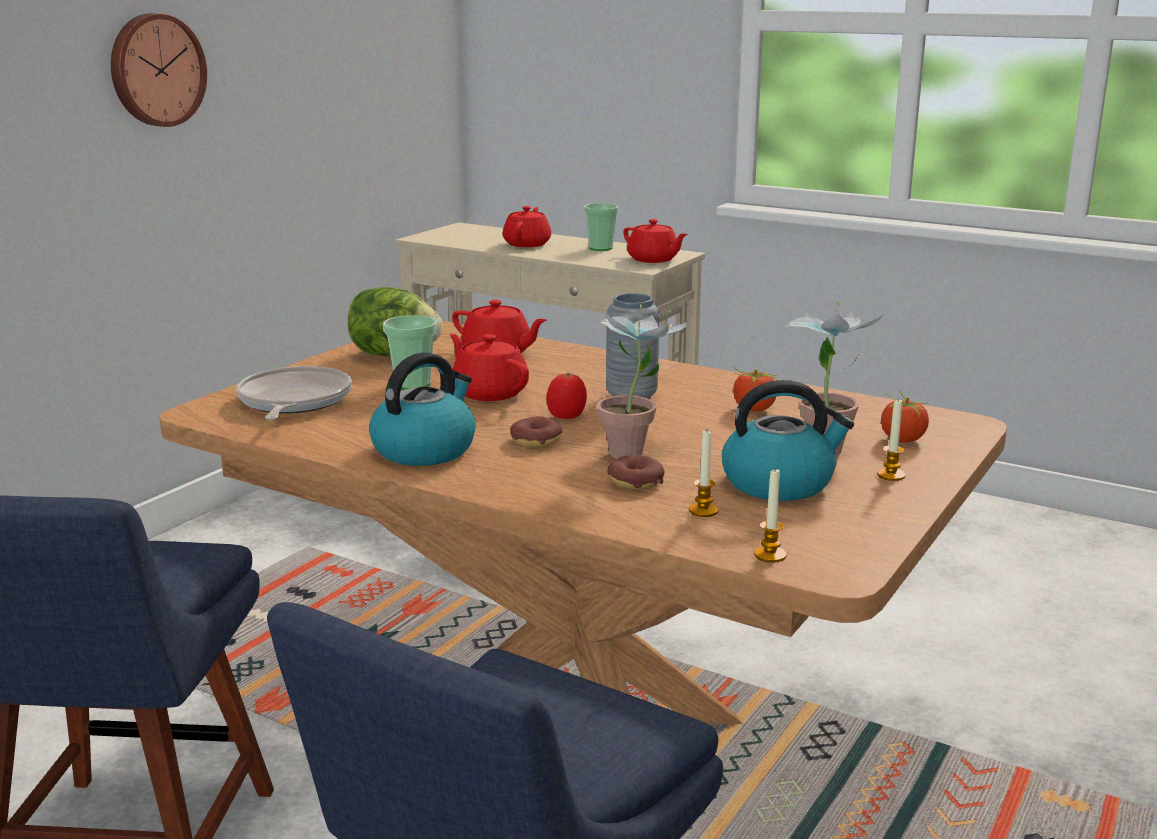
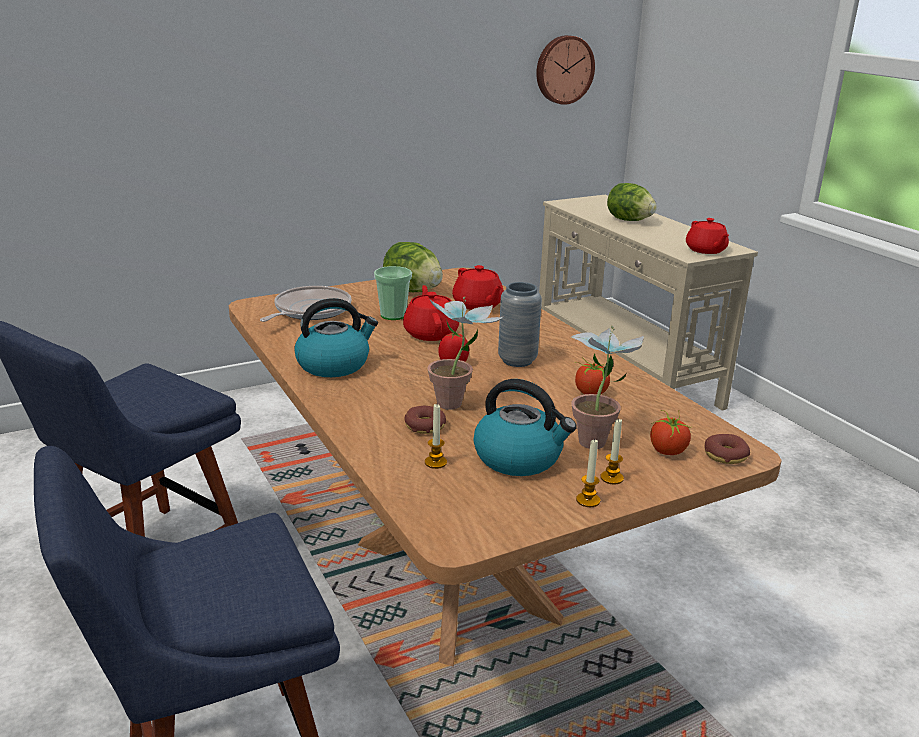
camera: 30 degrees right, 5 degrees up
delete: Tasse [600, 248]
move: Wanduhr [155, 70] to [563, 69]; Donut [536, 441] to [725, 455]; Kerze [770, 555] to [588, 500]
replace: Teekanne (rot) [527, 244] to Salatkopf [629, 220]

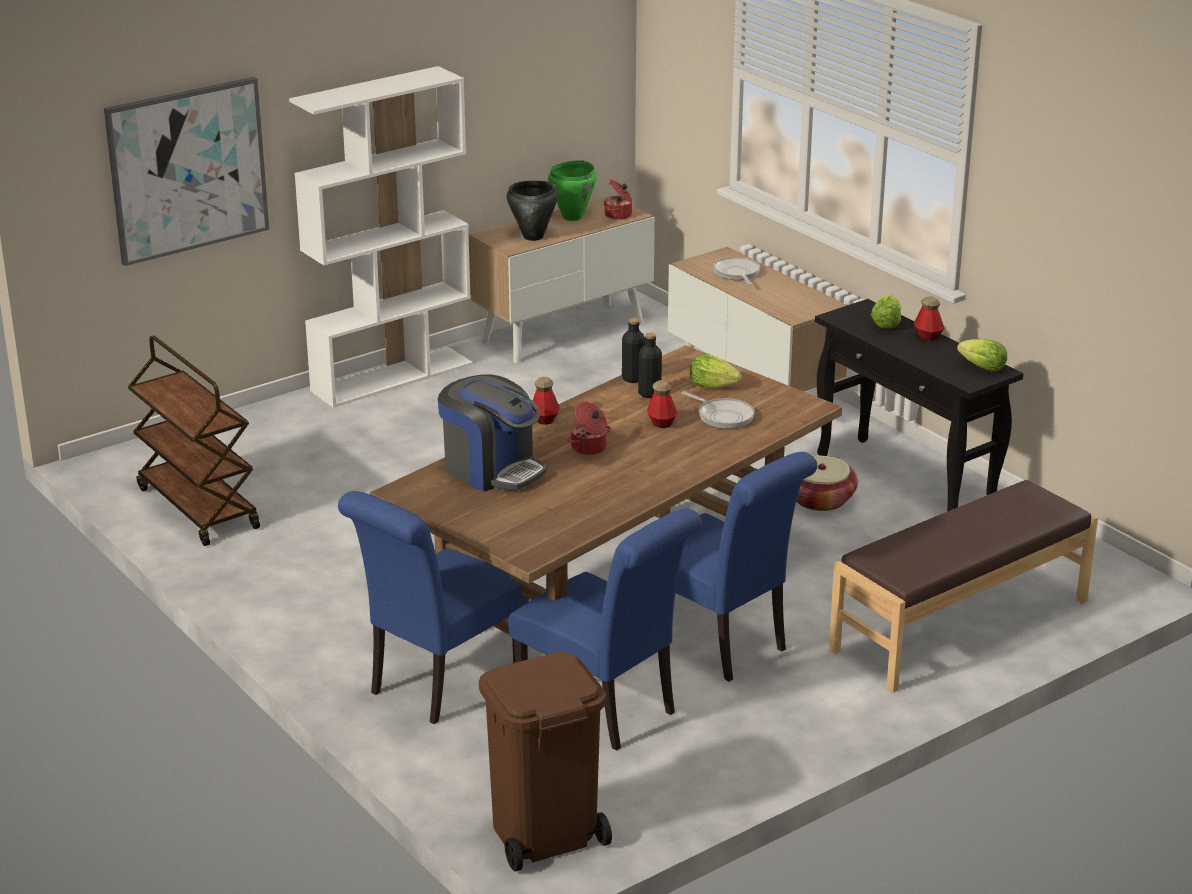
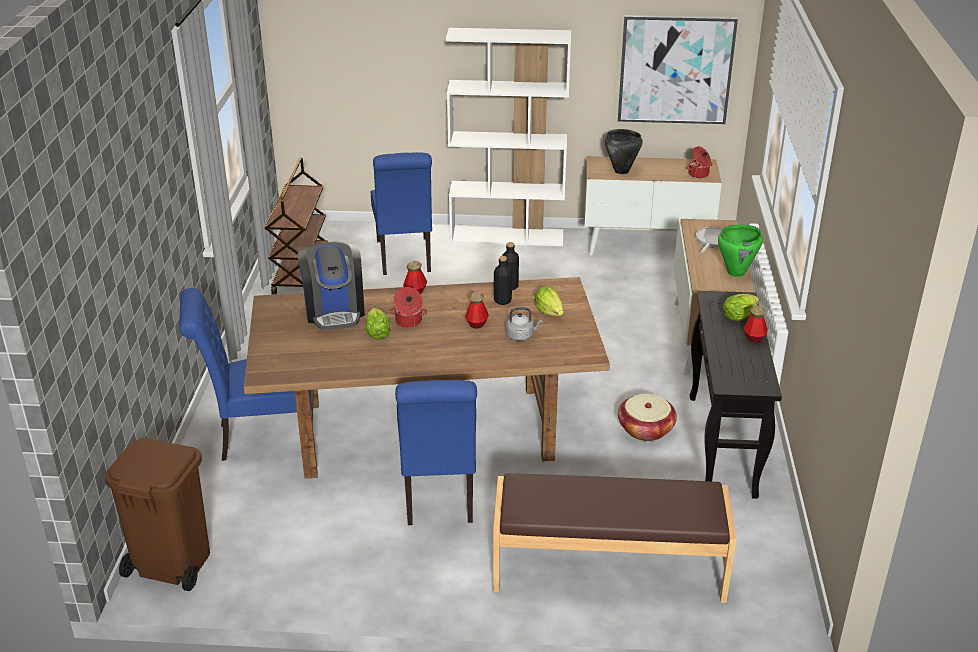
camera: 40 degrees right, 5 degrees up
move: Bild [187, 170] to [675, 69]; Stuhl (blau) [605, 709] to [404, 258]; Kochtopf (grün) [573, 217] to [736, 272]; Salatkopf [982, 368] to [377, 333]
replace: Pfanne [723, 416] to Wasserkessel (grau) [521, 336]

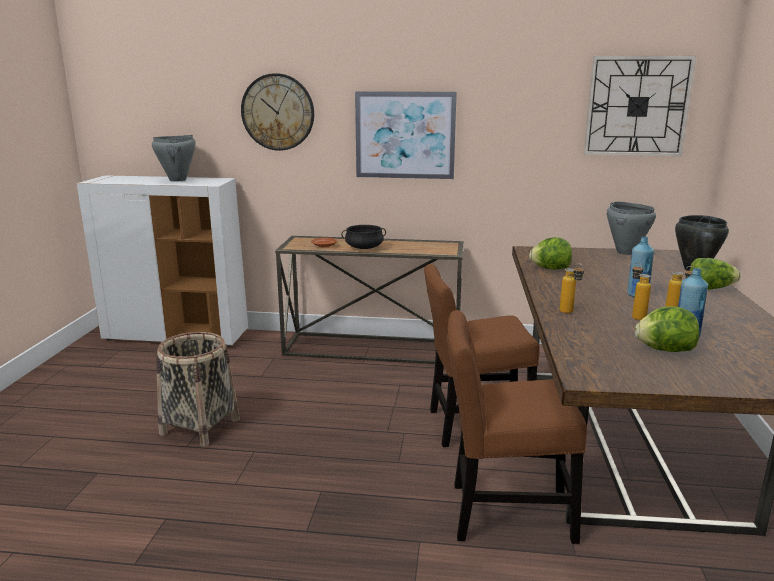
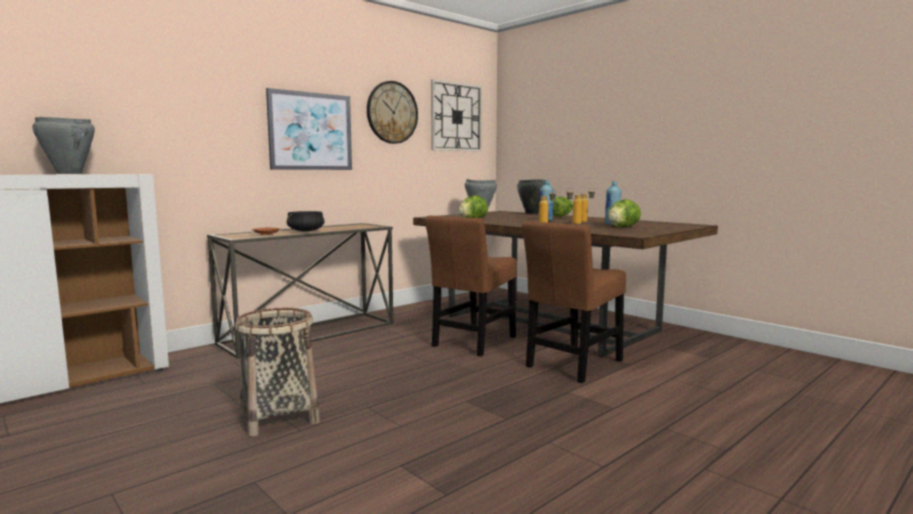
camera: 50 degrees left, 10 degrees down
move: Wanduhr [278, 112] to [392, 112]

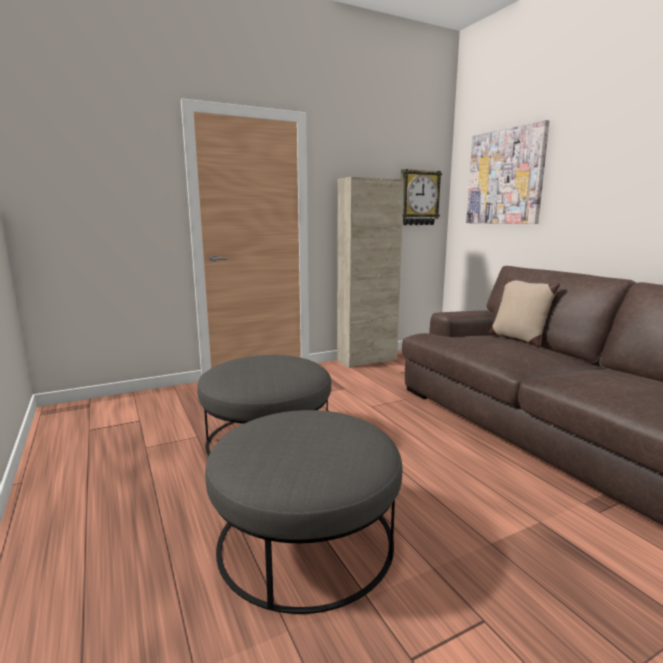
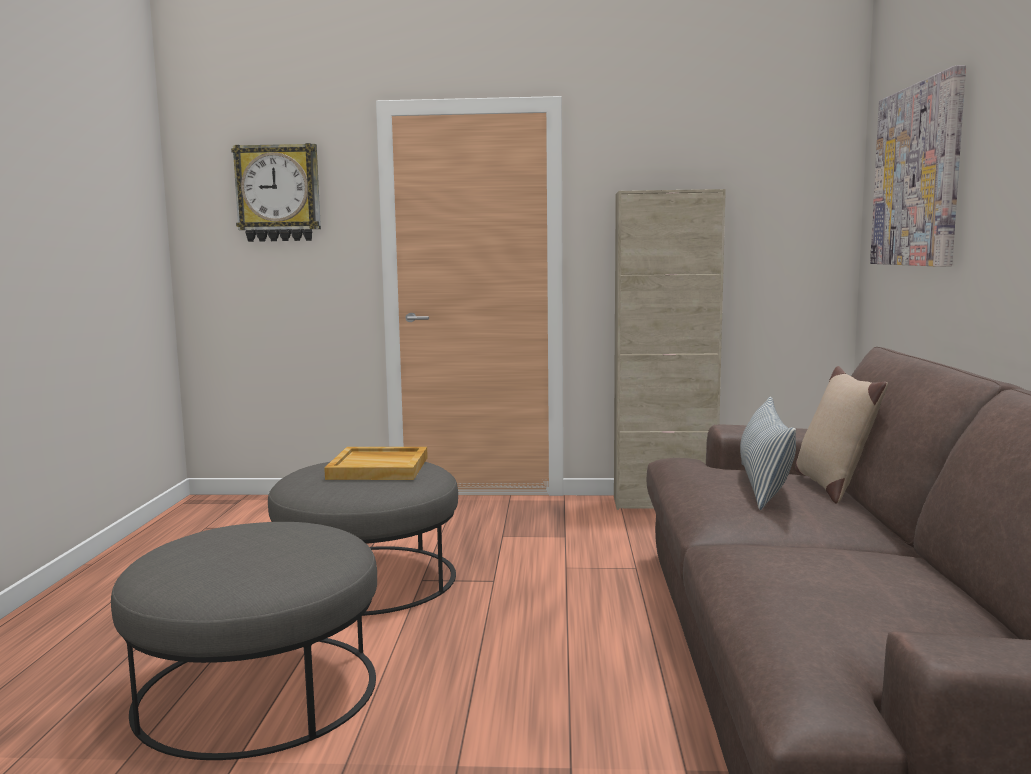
camera: 30 degrees right, 5 degrees down
insert: Tablett (beige) [379, 468]; Kissen [763, 485]
move: Wanduhr [418, 198] to [278, 193]

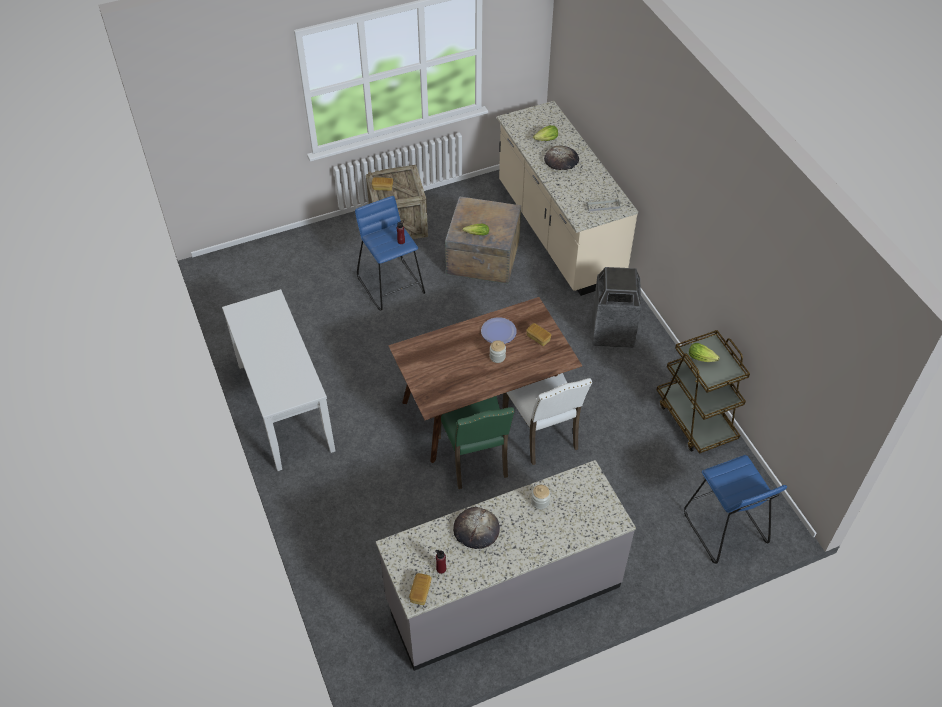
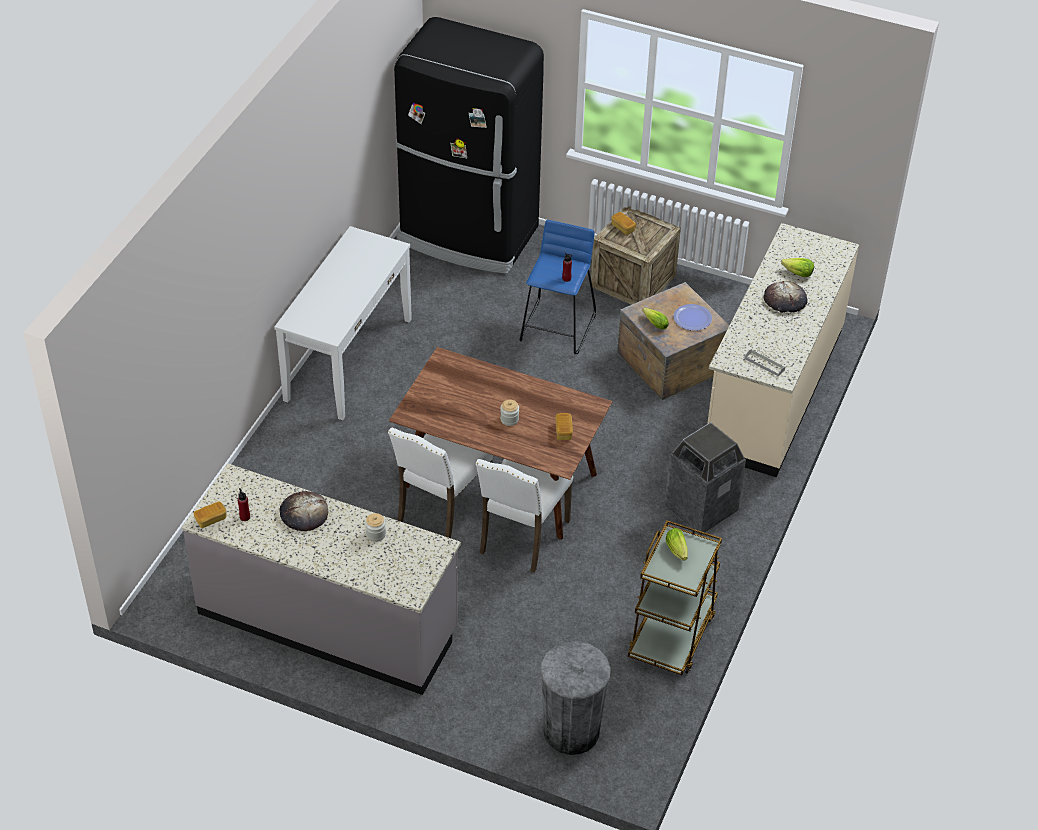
camera: 45 degrees right, 5 degrees down
insert: Kühlschrank (schwarz) [468, 236]
move: Teller [498, 332] to [692, 318]
replace: Hocker (blau) [724, 528] to Mülleimer (grau) [571, 731]
recolor: Stuhl (grün) [474, 457] to Stuhl (weiß) [441, 510]

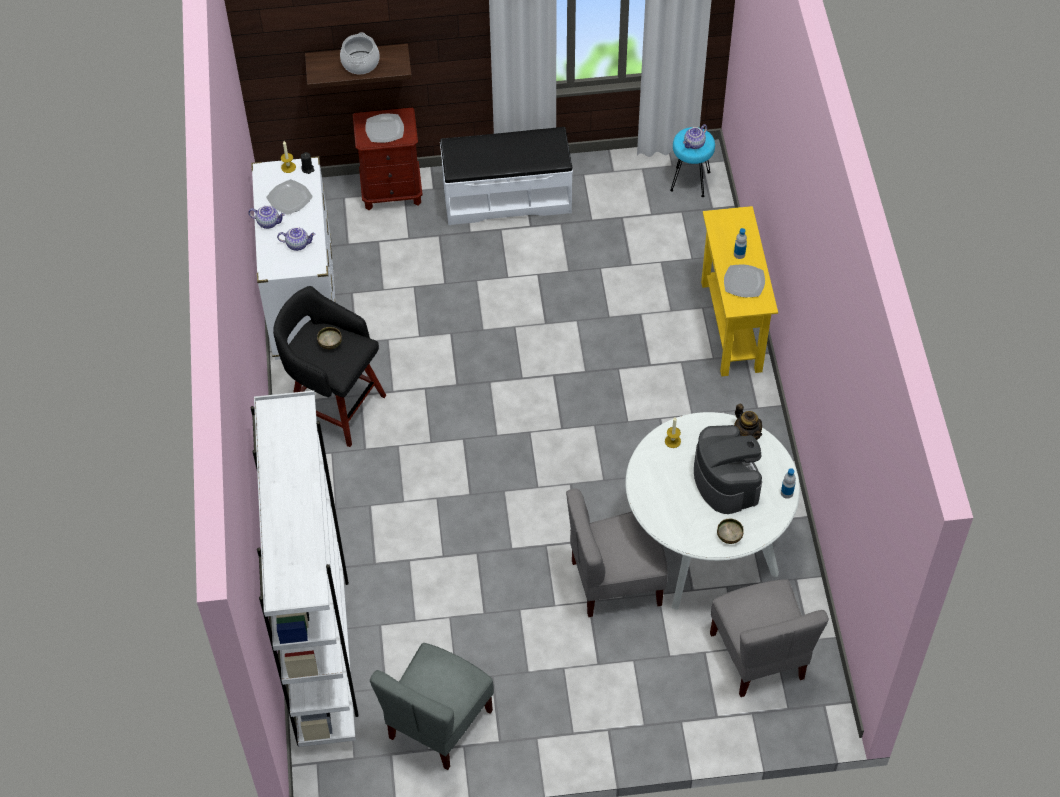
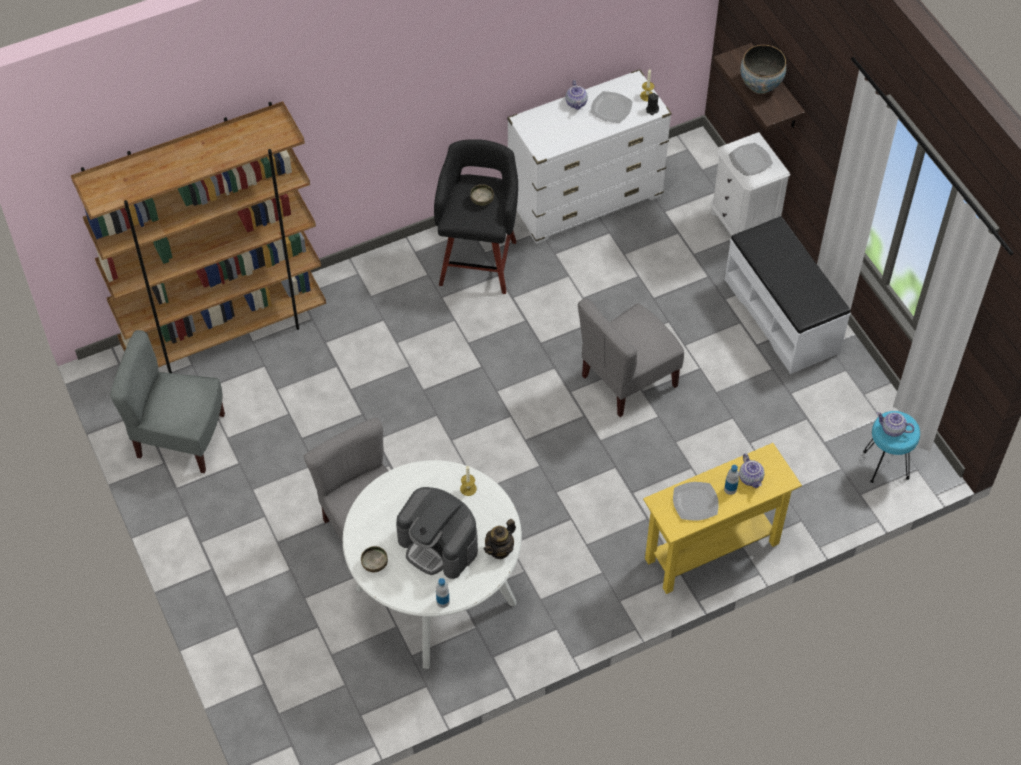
camera: 70 degrees right, 0 degrees up
move: Teekanne [298, 244] to [751, 478]; Stuhl (grau) [759, 656] to [627, 380]
replace: Kochtopf [360, 63] to Schüssel [760, 85]
recolor: Bücherregal (weiß) [322, 650] to Bücherregal (braun) [226, 332]; Nachttisch (braun) [392, 192] to Nachttisch (weiß) [742, 224]
rotate: Kaffeemaschine [726, 480] = [439, 545] 75 degrees clockwise

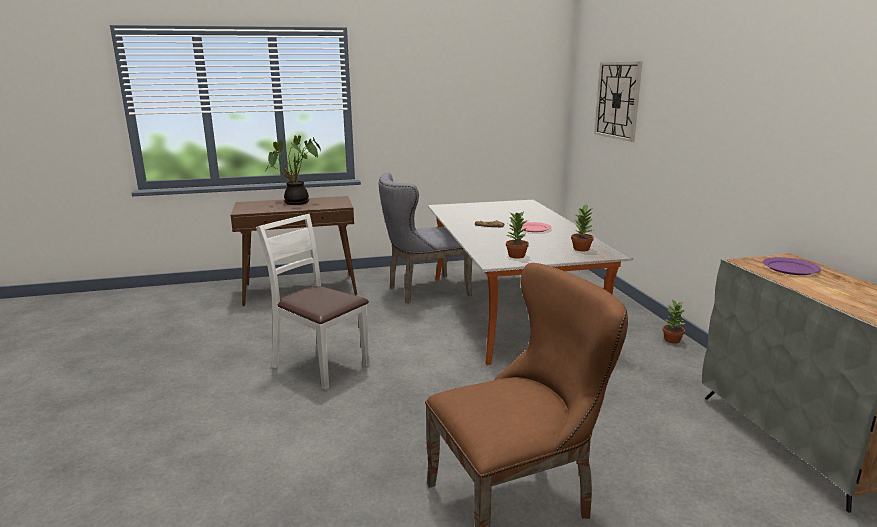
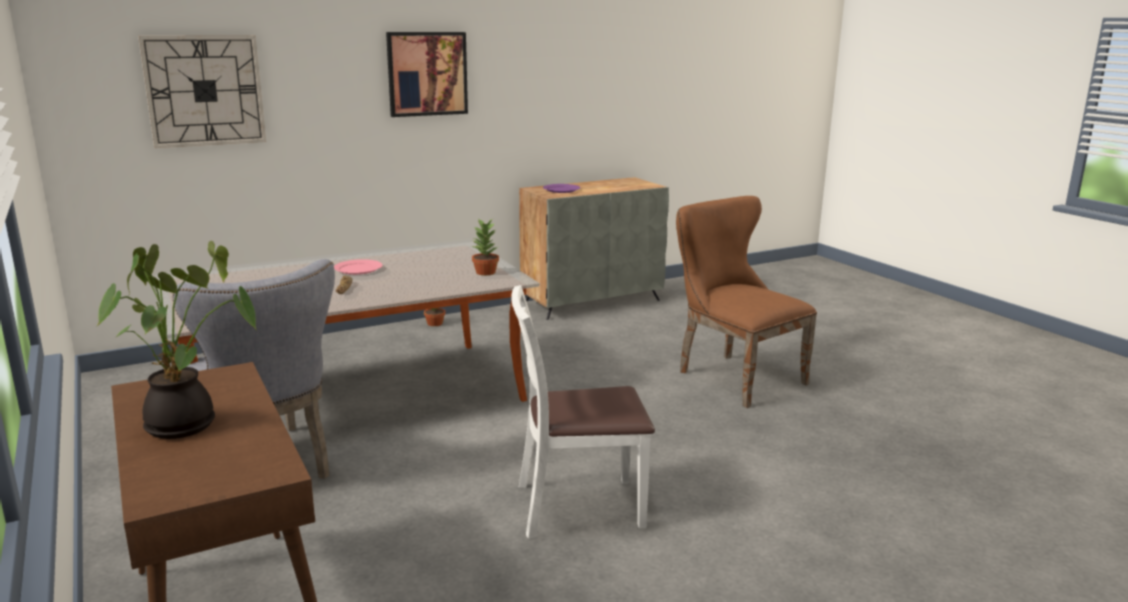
camera: 105 degrees left, 0 degrees up
delete: Topfpflanze [581, 249]
insert: Bild [427, 74]
rotate: Stuhl (weiß) [320, 365] = [577, 506] 60 degrees clockwise

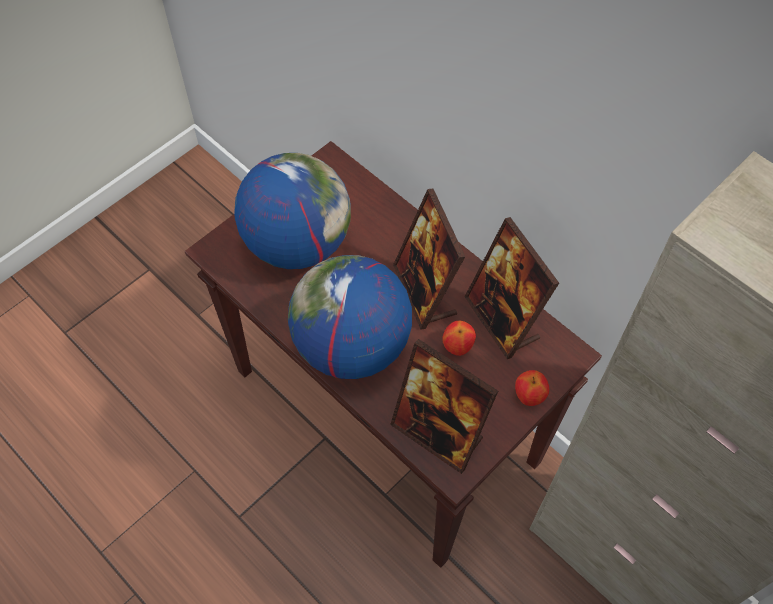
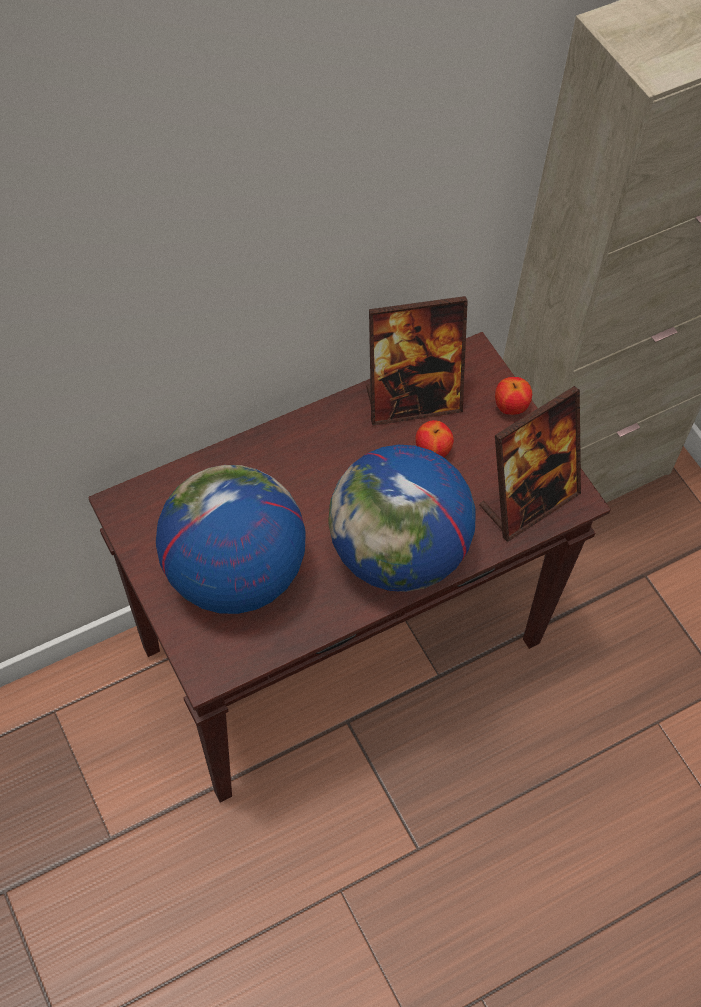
camera: 75 degrees left, 0 degrees up
delete: Bilderrahmen [425, 291]

